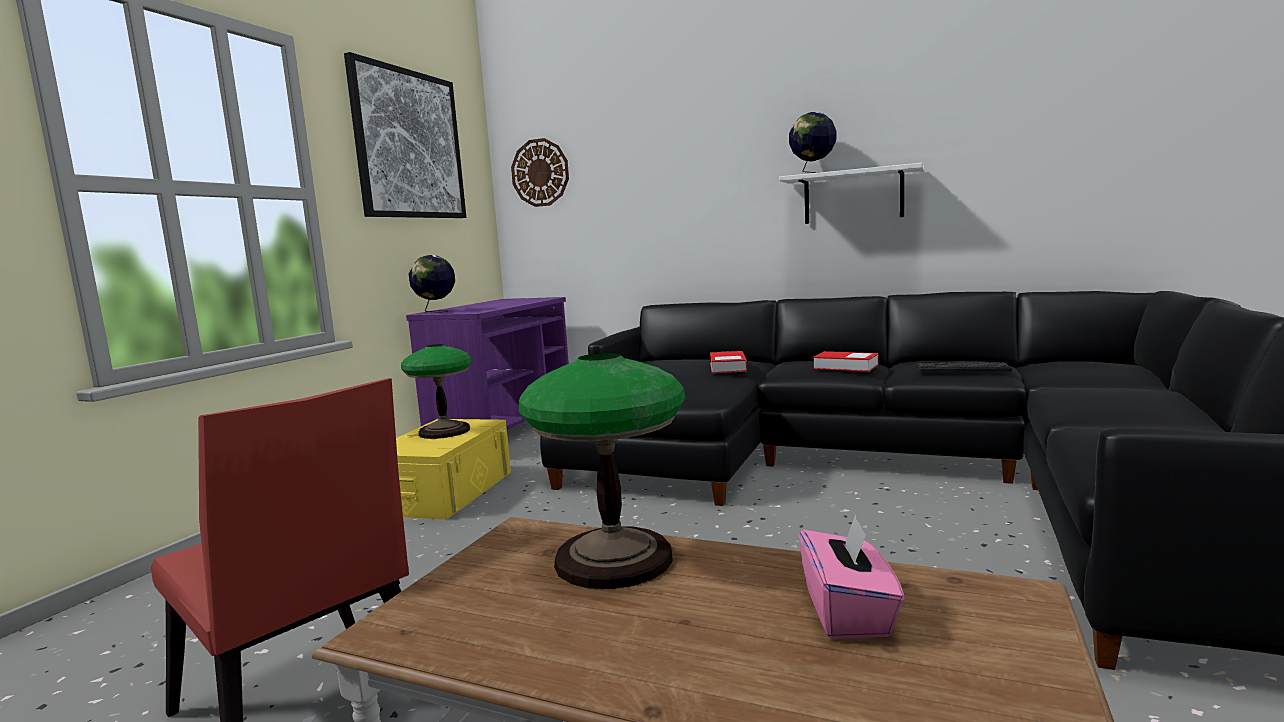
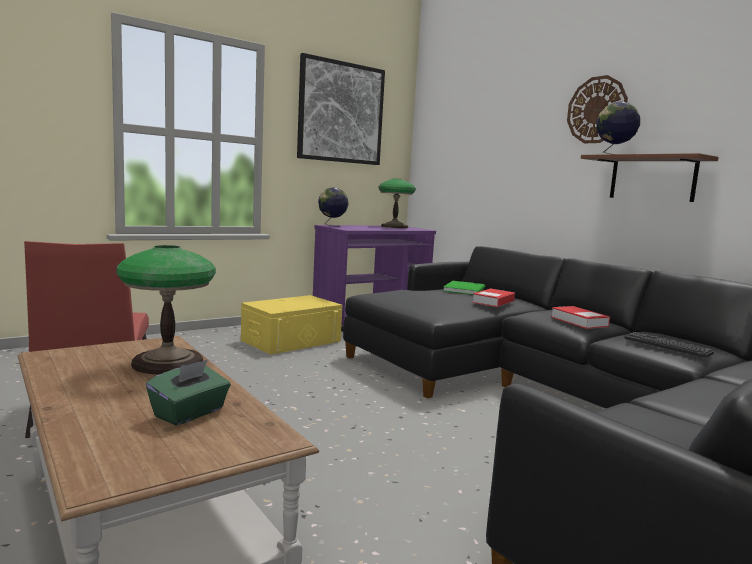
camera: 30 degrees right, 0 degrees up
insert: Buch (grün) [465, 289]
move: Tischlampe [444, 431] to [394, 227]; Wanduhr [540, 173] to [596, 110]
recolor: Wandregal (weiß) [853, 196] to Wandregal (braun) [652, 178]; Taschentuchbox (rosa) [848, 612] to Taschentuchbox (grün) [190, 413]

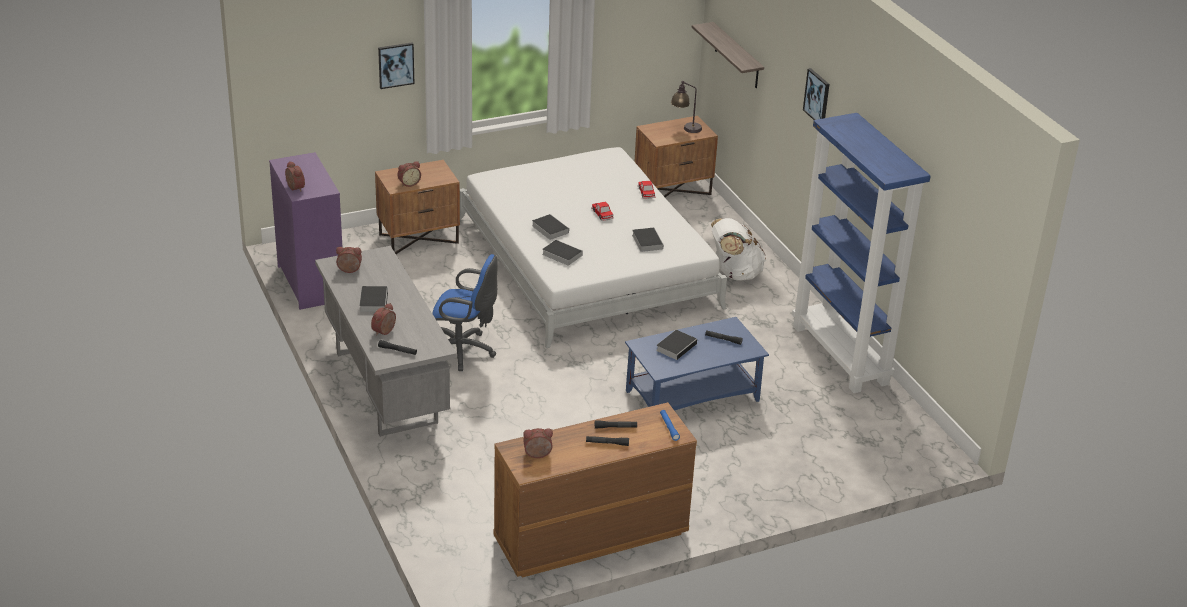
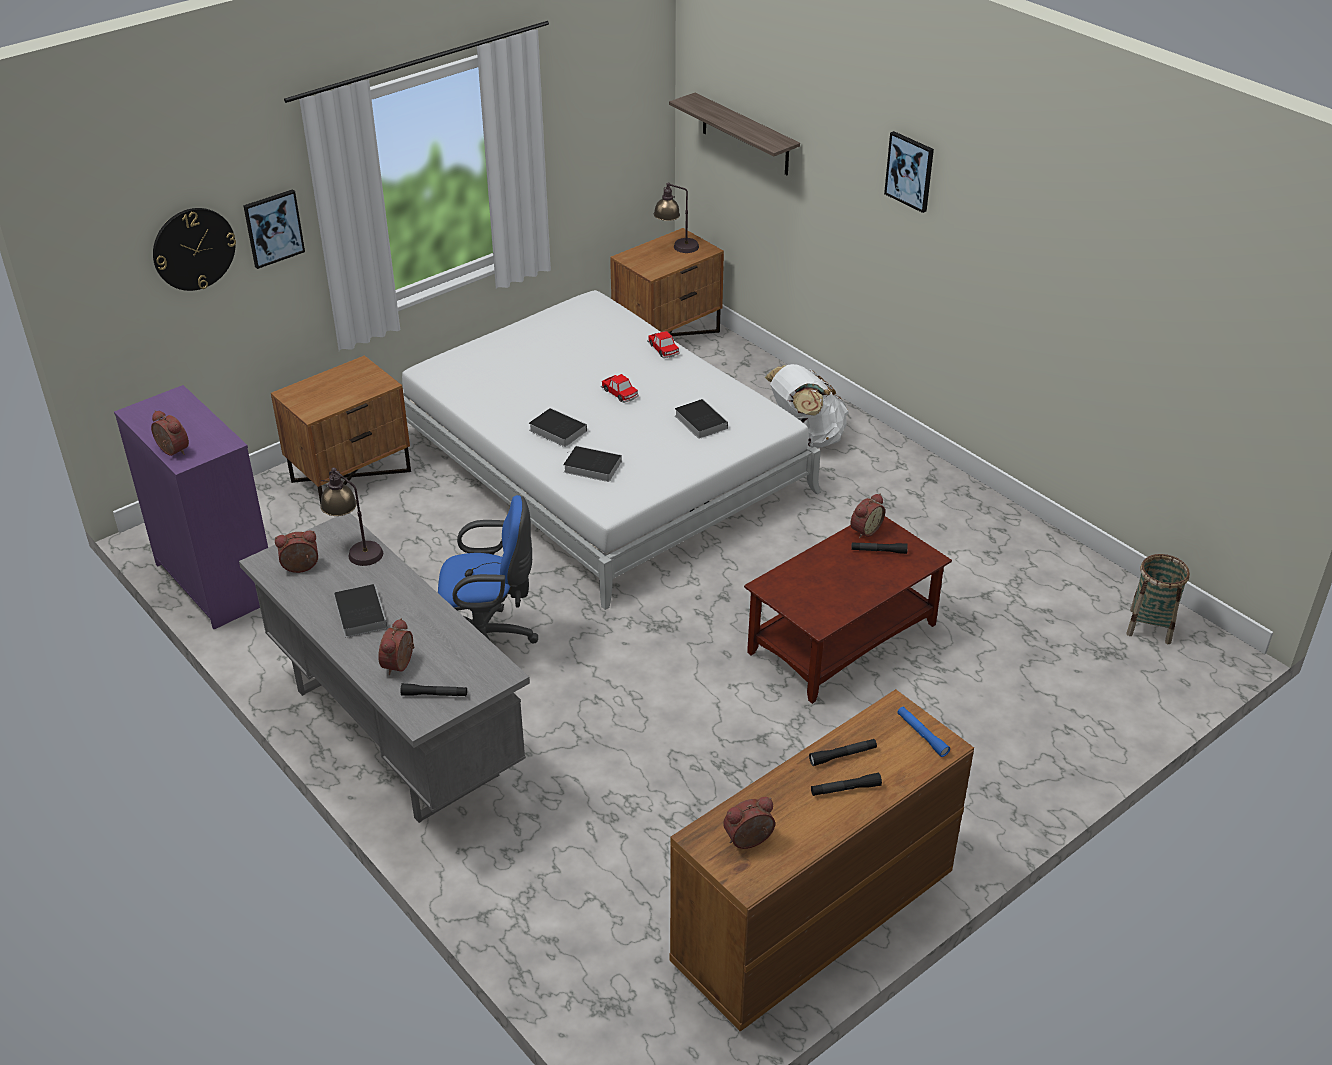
camera: 15 degrees left, 5 degrees up
delete: Buch [676, 346]; Bücherregal (blau) [841, 355]
insert: Wanduhr [193, 249]; Tischlampe [355, 550]; Korb [1150, 626]
move: Wecker [409, 183] to [864, 530]
recolor: Couchtisch (blau) [691, 396] to Couchtisch (braun) [841, 639]

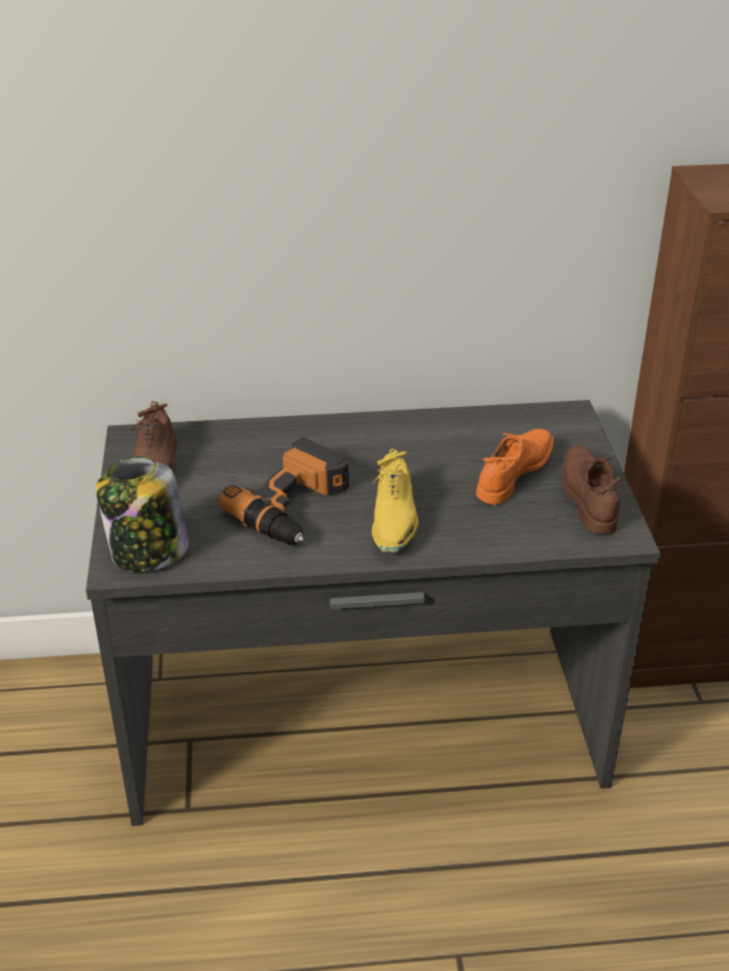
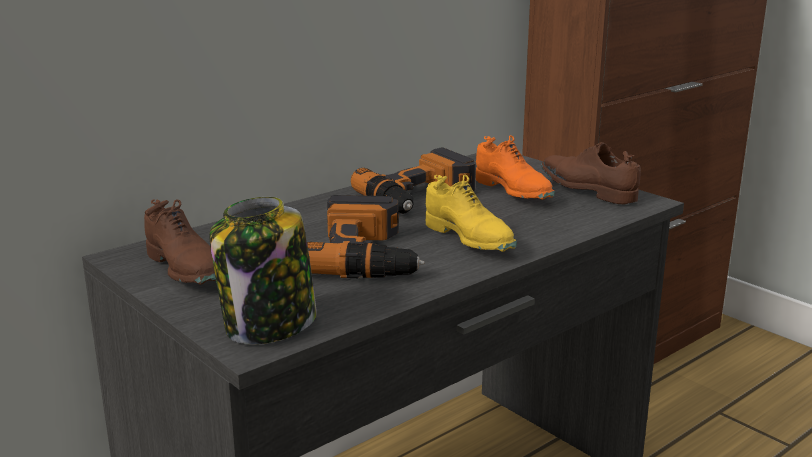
camera: 35 degrees left, 15 degrees down
insert: Bohrmaschine [420, 197]
rotate: Schuh (orange) [514, 474] = [514, 192] 150 degrees clockwise

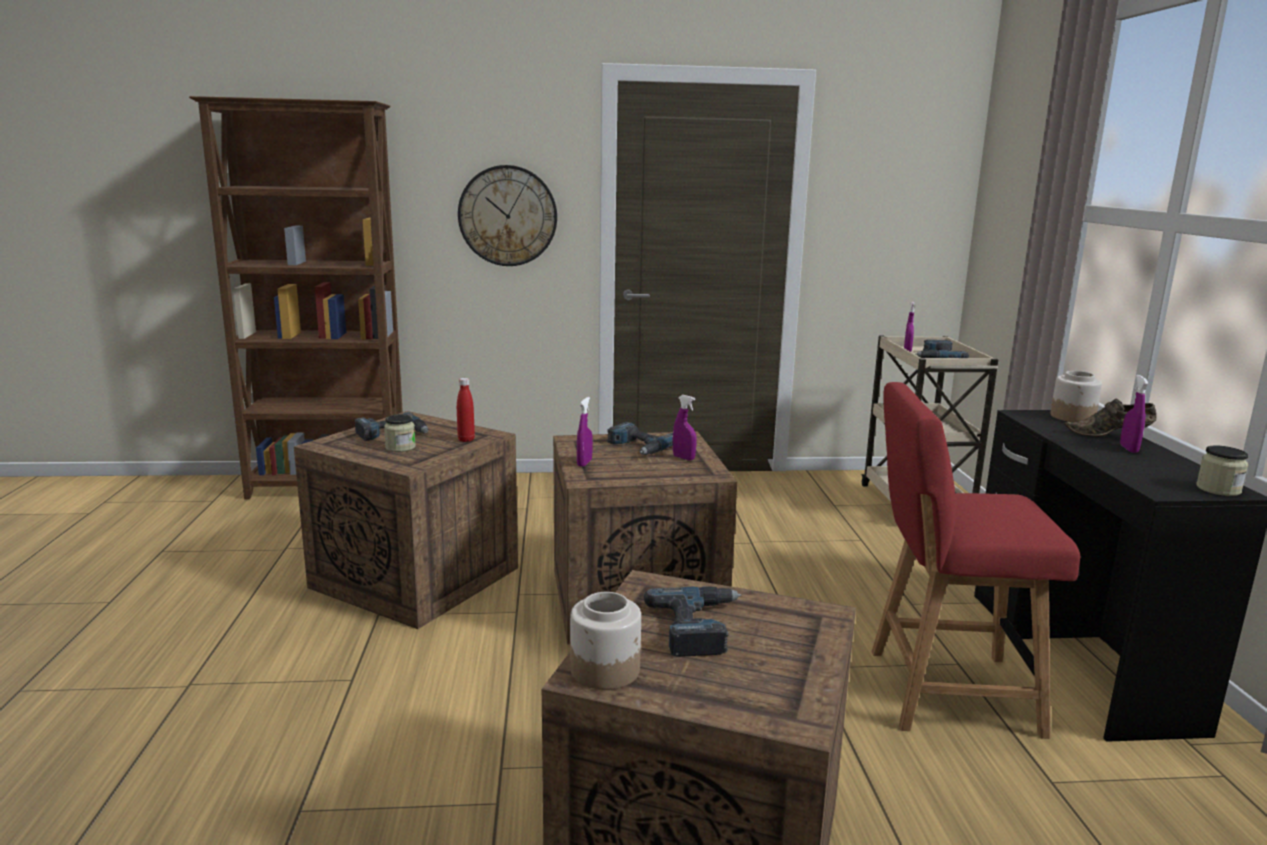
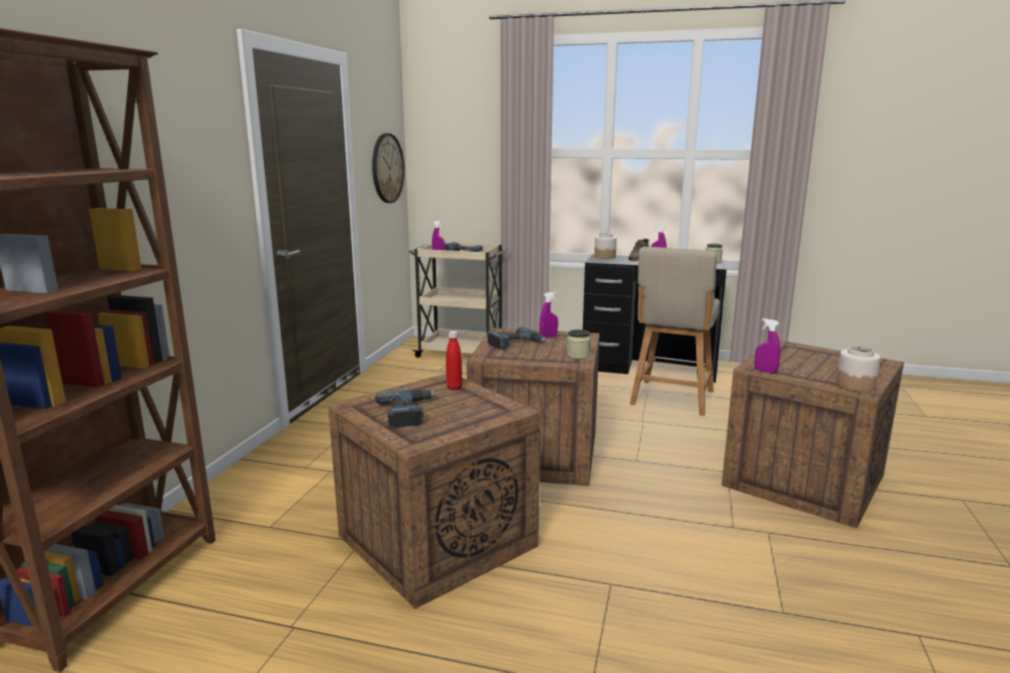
camera: 70 degrees left, 0 degrees up
delete: Bohrmaschine [699, 627]
move: Vorratsglas [400, 447] to [578, 355]; Wanduhr [508, 216] to [387, 168]; Sprühflasche (lila) [584, 463] to [765, 371]
recolor: Stuhl (rot) [943, 691] to Stuhl (beige) [671, 399]

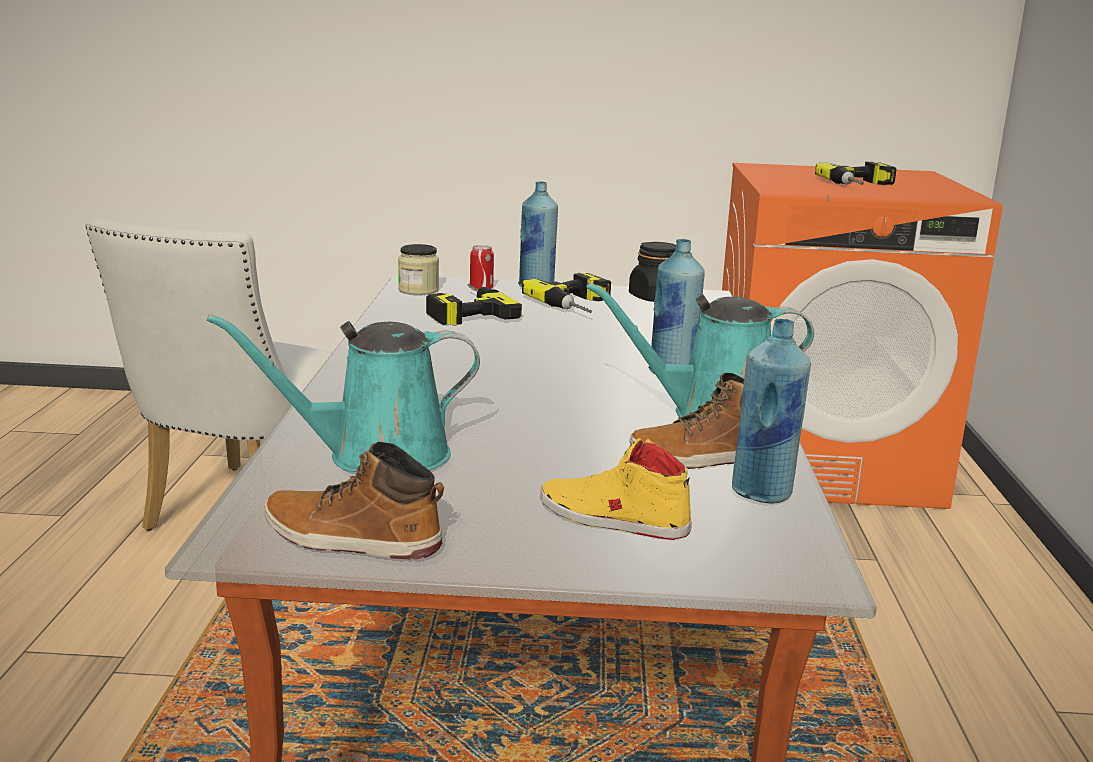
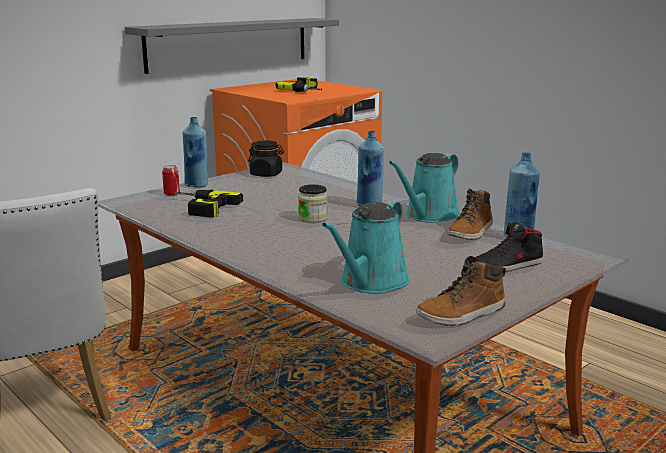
camera: 45 degrees left, 0 degrees up
delete: Bohrmaschine [581, 305]
insert: Wandregal (grau) [229, 44]
move: Vorratsglas [418, 290] to [313, 218]
recolor: Schuh (gelb) [612, 519] to Schuh (schwarz) [508, 265]

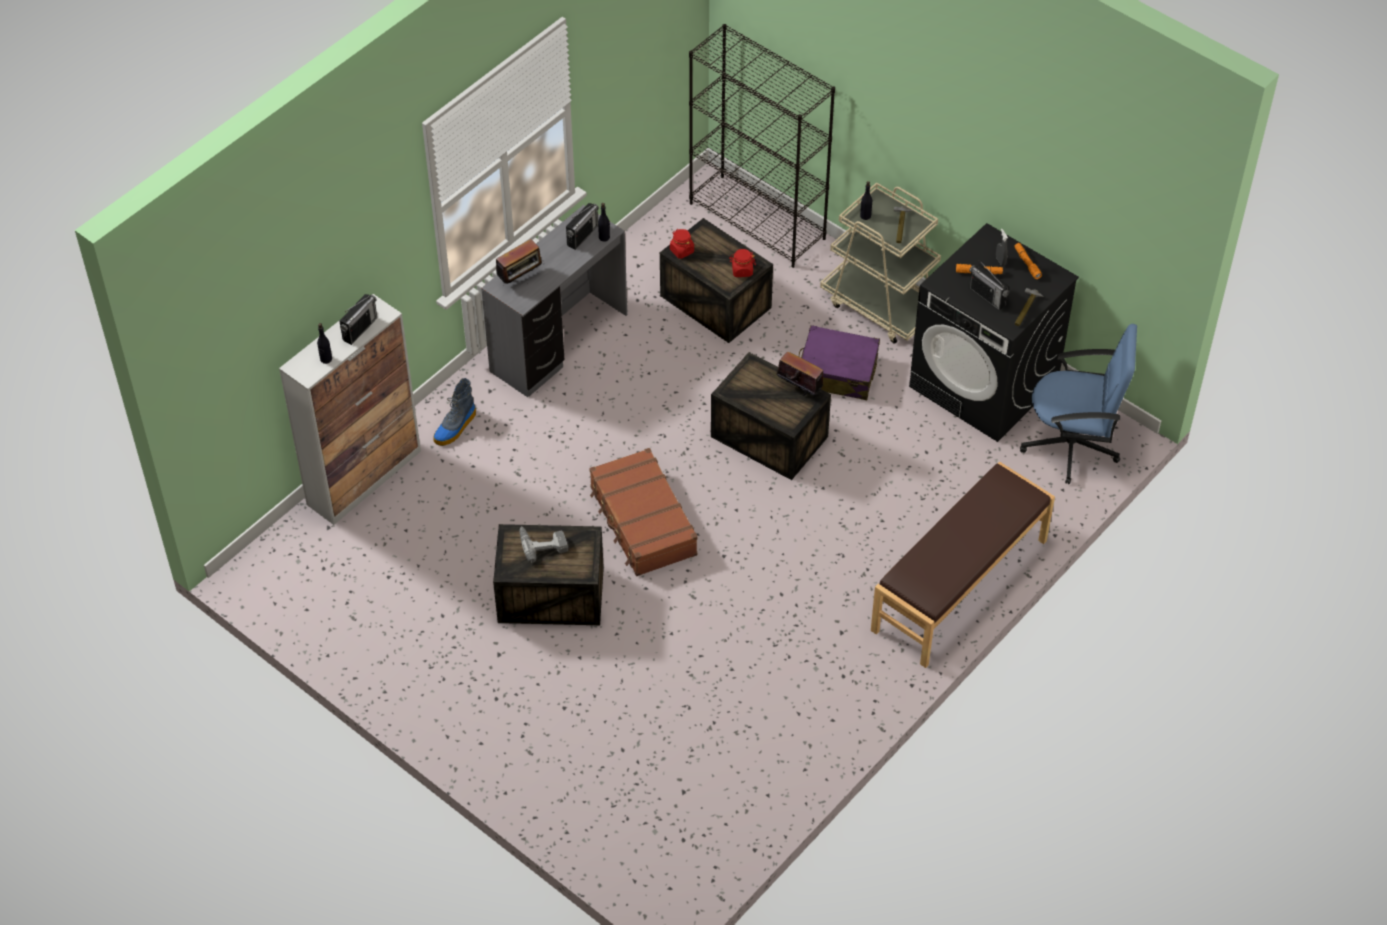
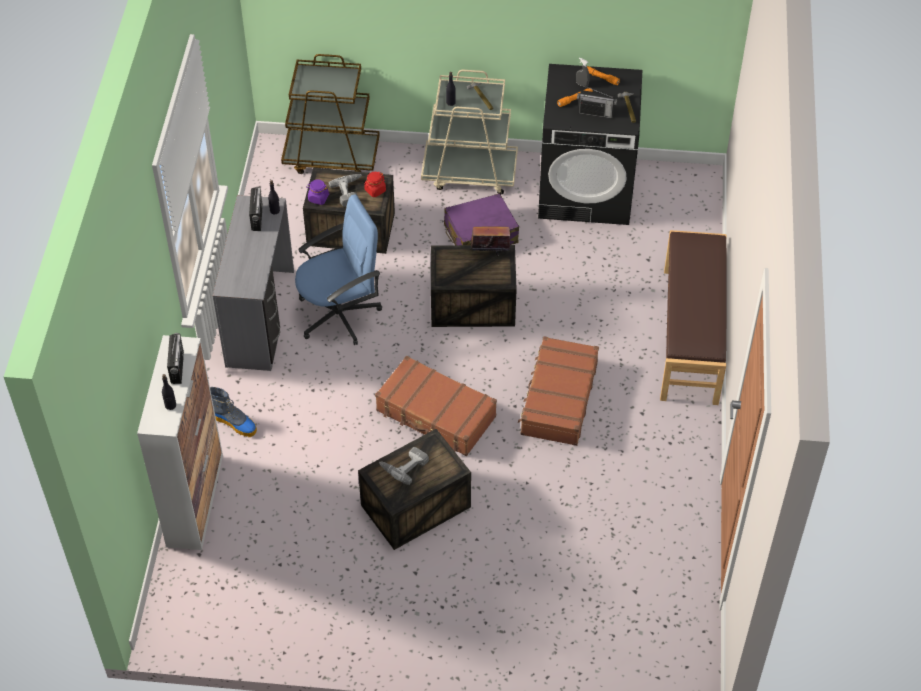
camera: 35 degrees left, 0 degrees up
delete: Radio [520, 278]
insert: Bohrmaschine [350, 191]; Koffer (braun) [558, 399]
move: Bürostuhl (blau) [1072, 445] to [340, 314]
replace: Bücherregal (schwarz) [758, 221] to Rollwagen (braun) [332, 157]
recolor: Vorratsglas (rot) [681, 250] to Vorratsglas (lila) [318, 198]
rotate: Stiefel [455, 428] = [235, 423] 60 degrees counterclockwise

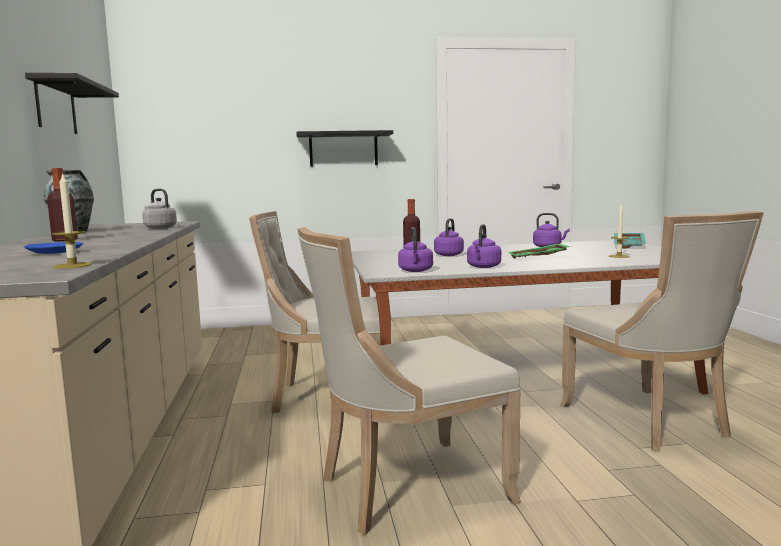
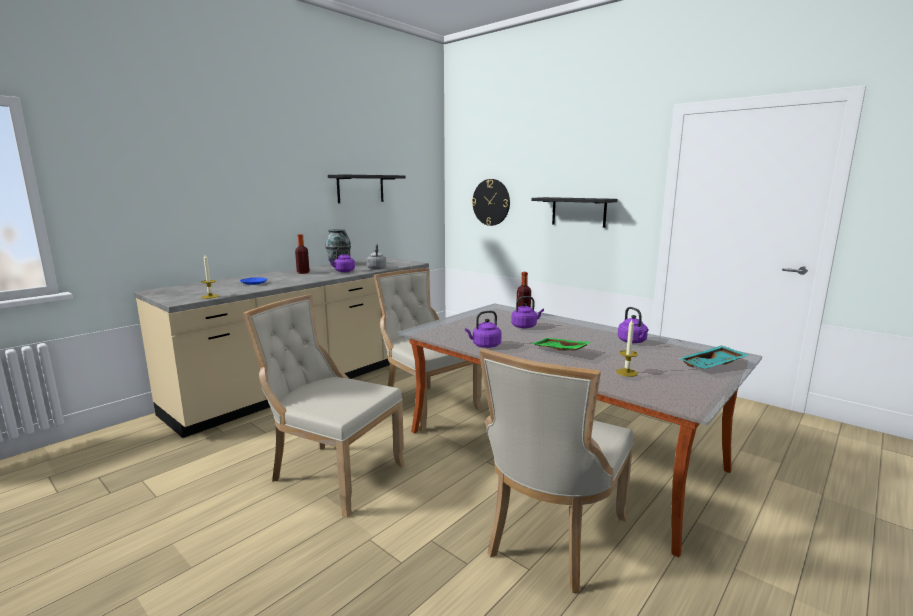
camera: 50 degrees right, 5 degrees up
insert: Wanduhr [491, 202]
move: Wasserkessel (lila) [416, 271] to [343, 271]

